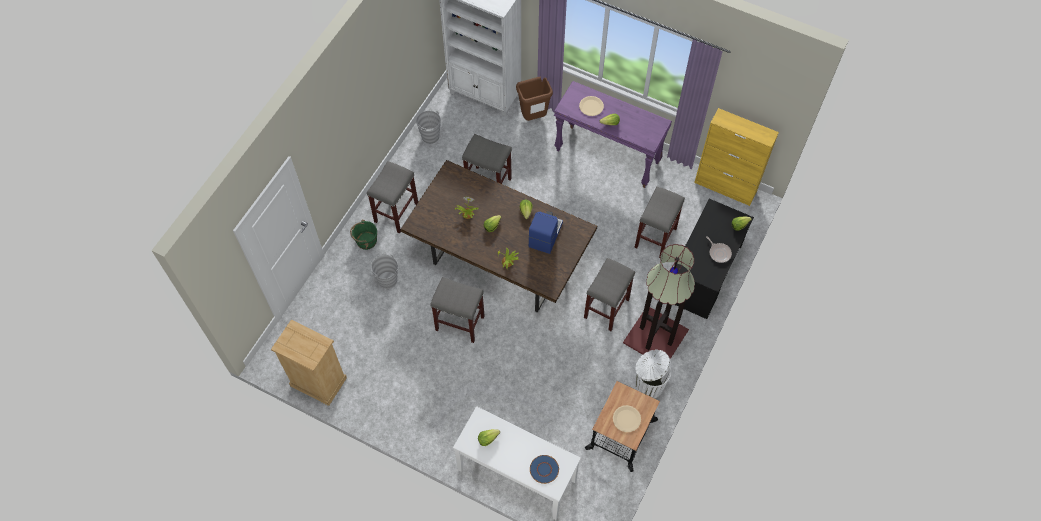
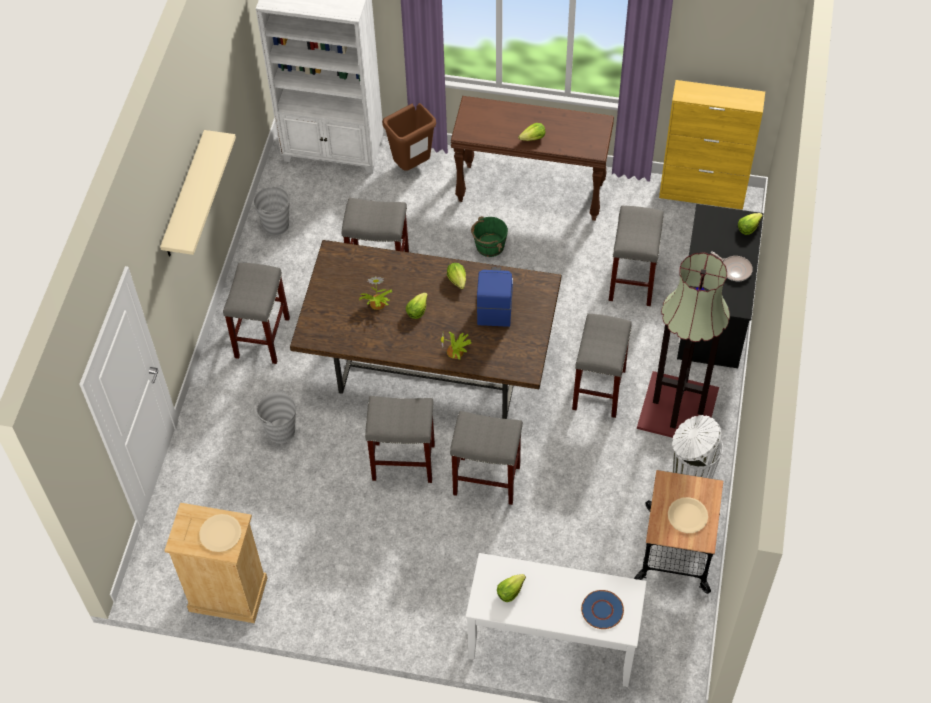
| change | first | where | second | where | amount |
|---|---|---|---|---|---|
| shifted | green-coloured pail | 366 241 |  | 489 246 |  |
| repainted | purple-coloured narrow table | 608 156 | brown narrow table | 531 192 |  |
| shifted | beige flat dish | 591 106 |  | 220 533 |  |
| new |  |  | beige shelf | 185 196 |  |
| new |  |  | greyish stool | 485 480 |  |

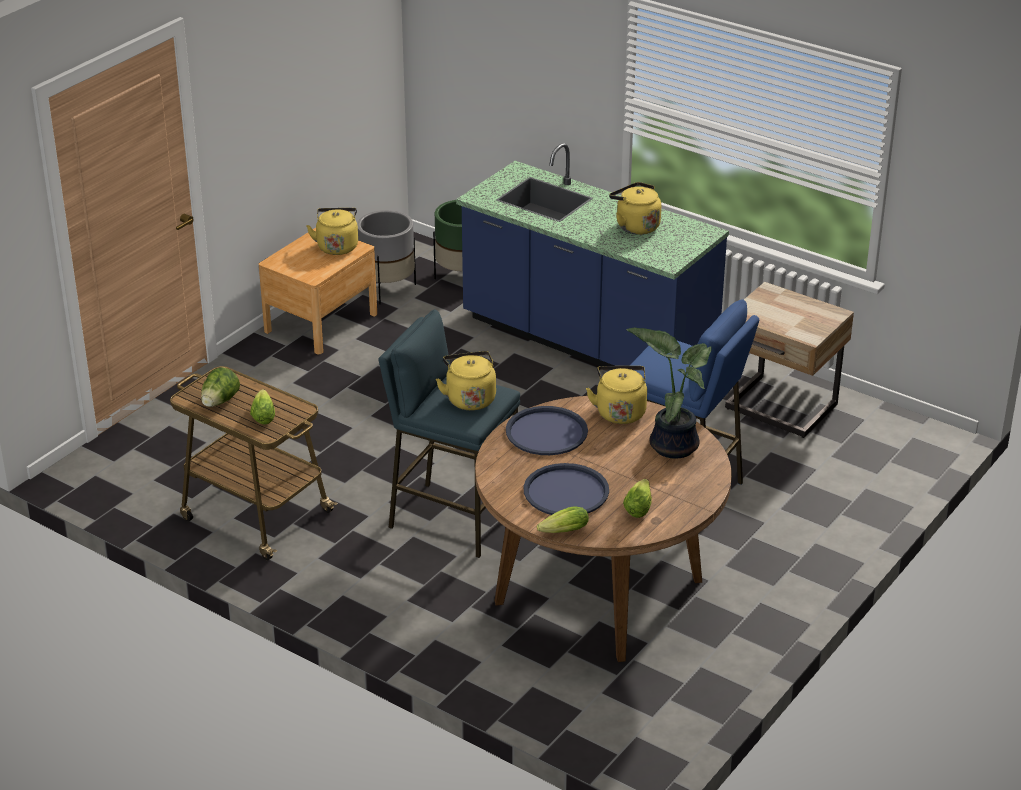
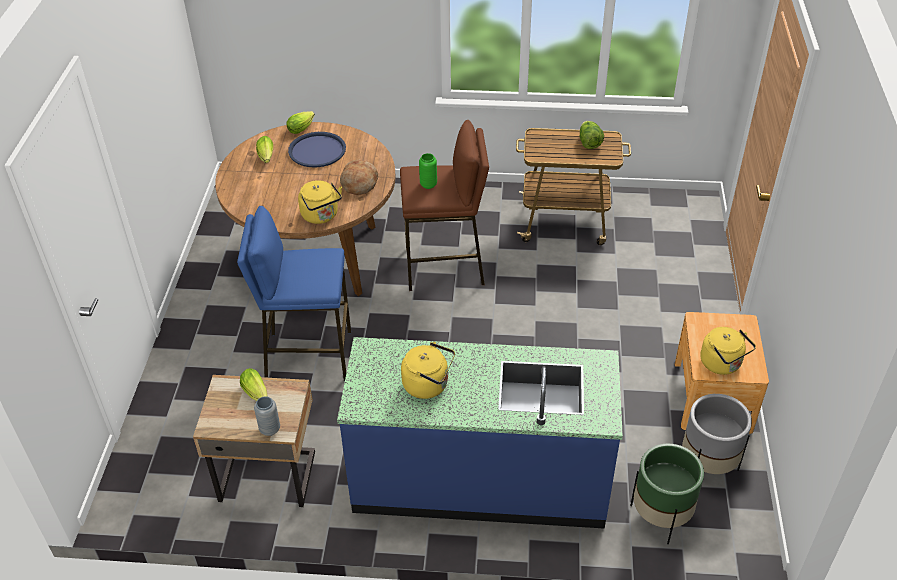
| change | first | where | second | where | amount |
|---|---|---|---|---|---|
| shifted | head of lettuce | 263 414 |  | 256 394 |  |
| repainted | blue-coloured stool | 452 518 | brown stool | 445 267 |  |
| swapped | yellow kettle | 469 398 | green-coloured decorative vase | 428 184 |  |
| swapped | blue-coloured serving tray | 546 432 | baked bread | 359 183 |  |
| gone | potted plant | 672 444 |  |  |  |
| new |  |  | greyish decorative vase | 270 429 |  |

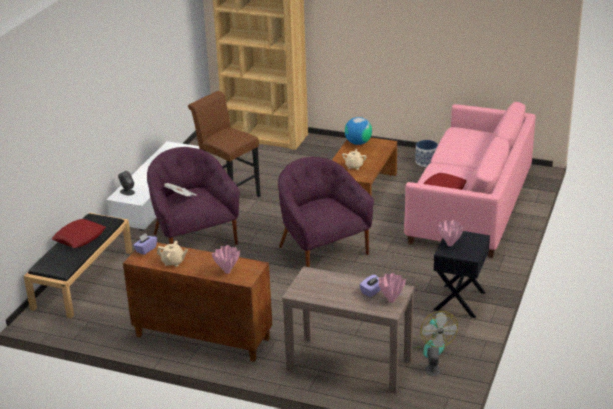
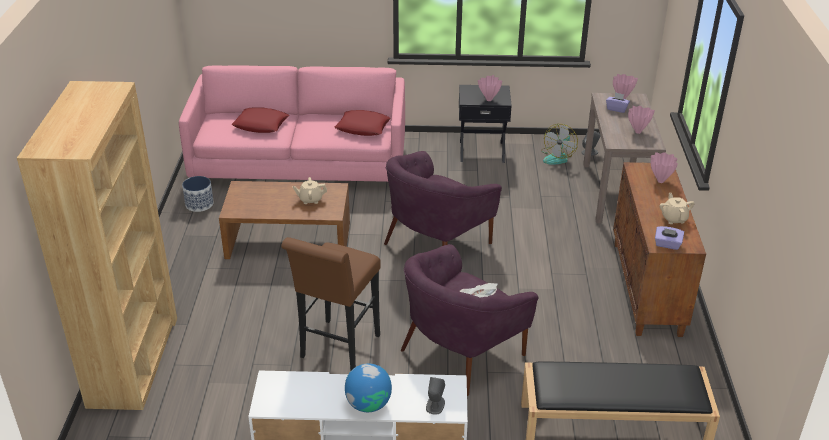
| change | first | where | second | where | amount |
|---|---|---|---|---|---|
| shifted | red-coloured throw pillow | 79 238 |  | 261 125 |  |
| shifted | world globe | 358 143 |  | 368 404 |  |
| rotated | fan | 431 345 |  | 558 157 | 150 degrees clockwise |
| new |  |  | pink decorative vase | 637 132 |  |

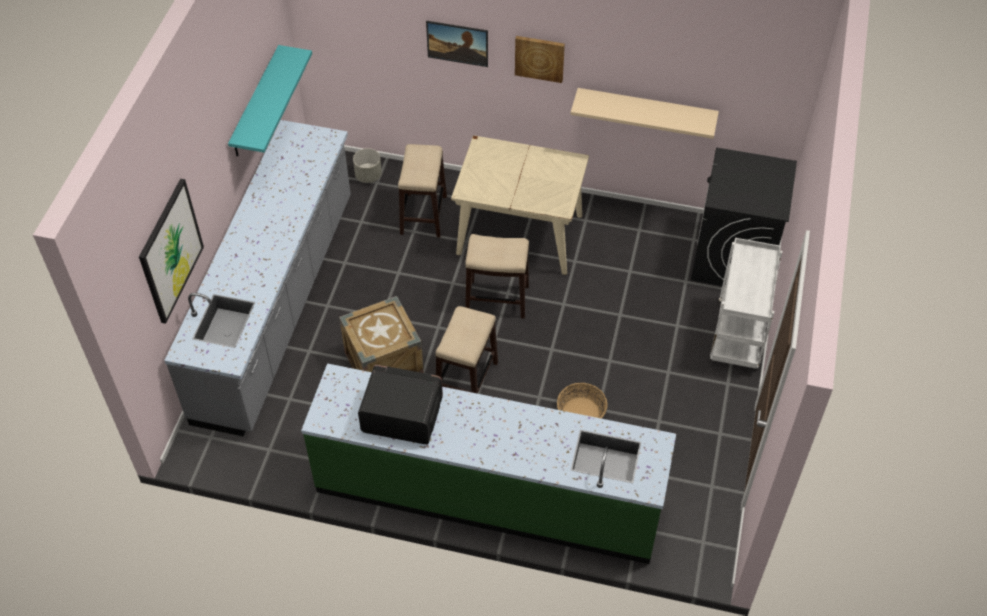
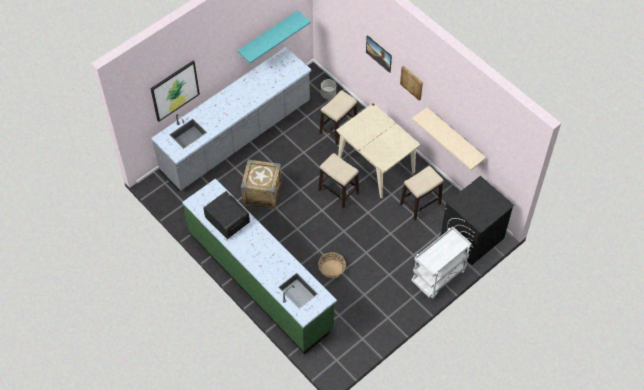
| change | first | where | second | where | amount |
|---|---|---|---|---|---|
| shifted | stool | 466 381 |  | 420 204 |  |

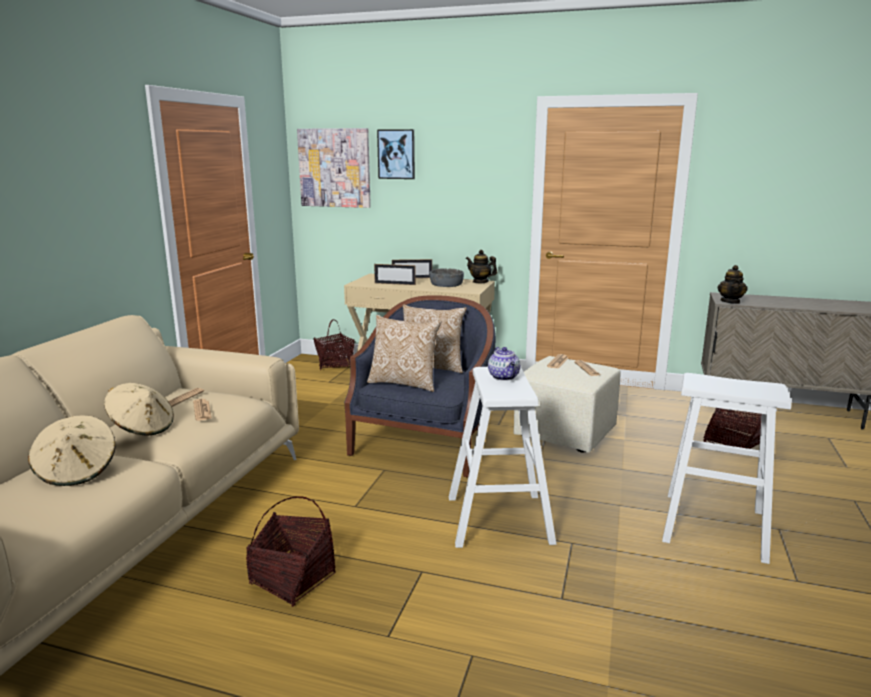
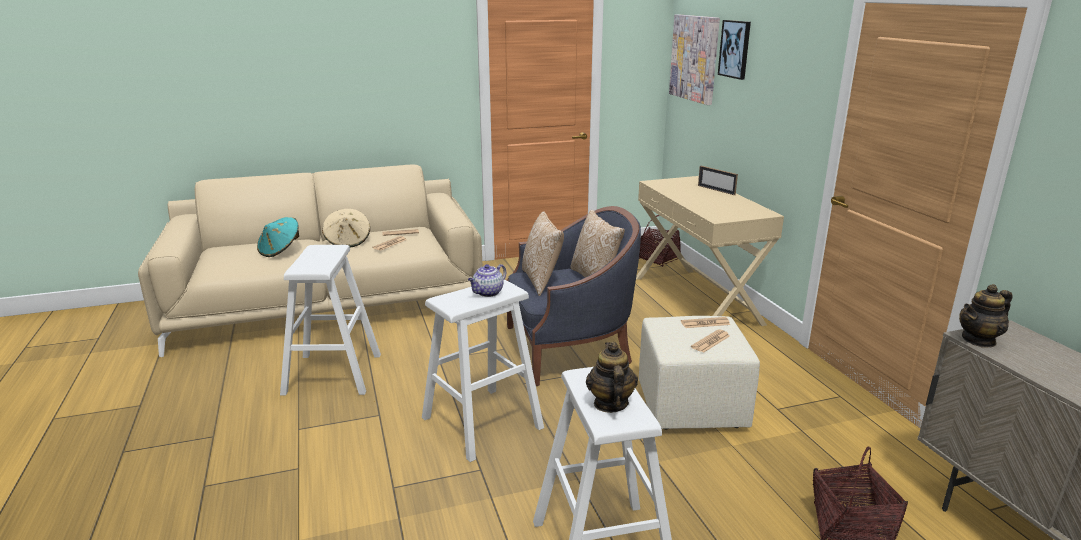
| change | first | where | second | where | amount |
|---|---|---|---|---|---|
| repainted | beige clothing hat | 77 471 | turquoise clothing hat | 280 250 |  |
| swapped | basket | 292 579 | white stool | 333 374 |  |
| gone | picture frame | 395 284 |  |  |  |
| gone | greyish serving bowl | 446 284 |  |  |  |
| shifted | teapot | 480 282 |  | 610 404 |  |

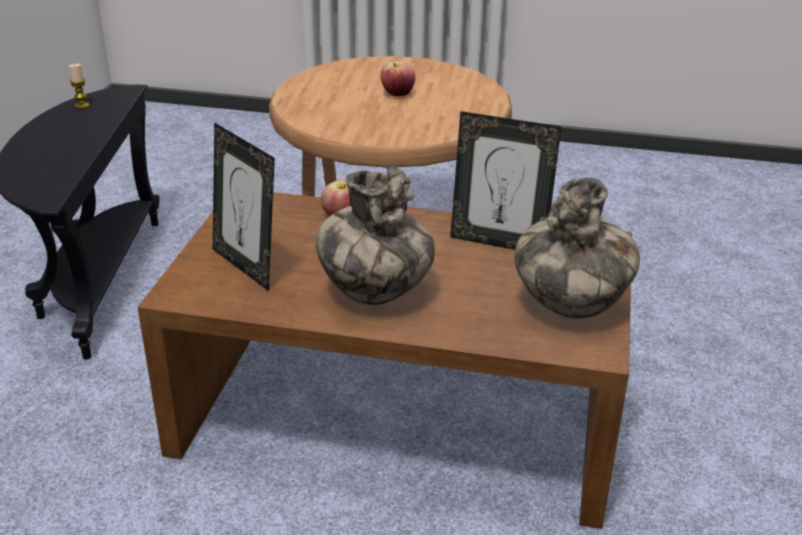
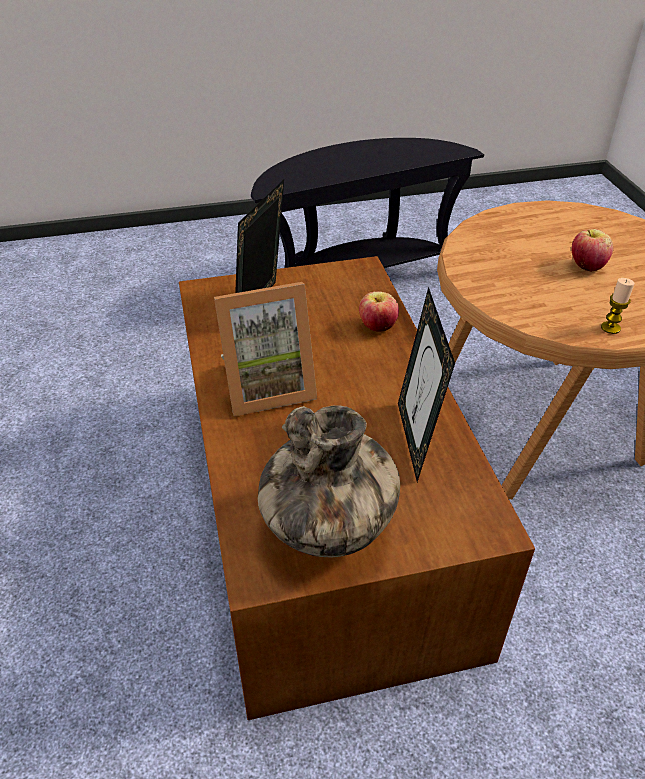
| change | first | where | second | where | amount |
|---|---|---|---|---|---|
| shifted | candle | 82 105 |  | 610 328 |  |
| swapped | decorative vase | 374 293 | picture frame | 267 386 |  |

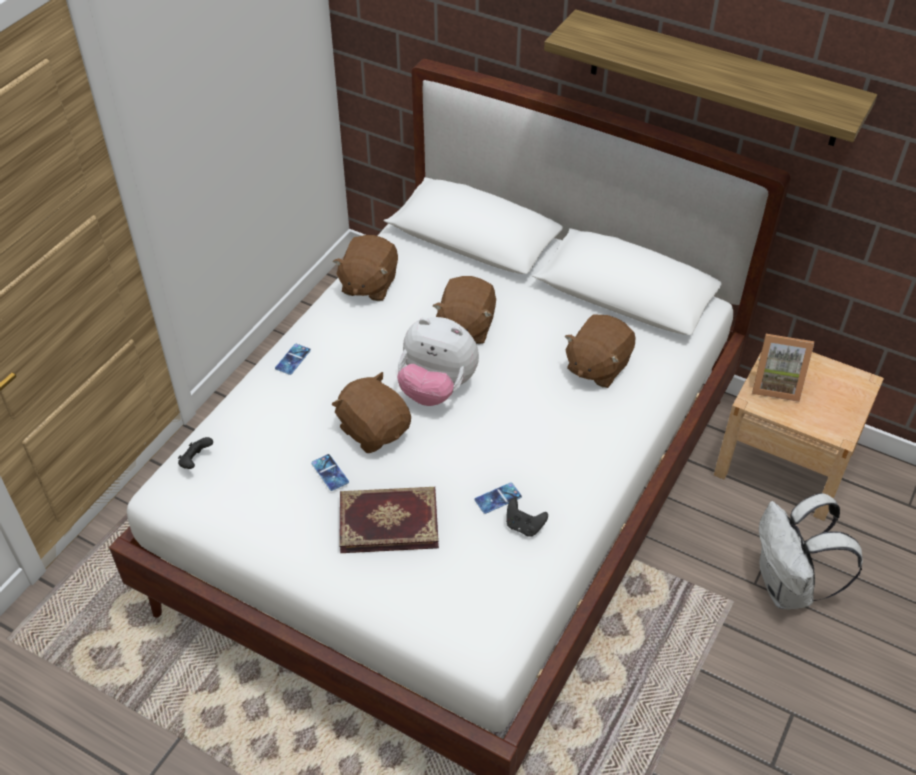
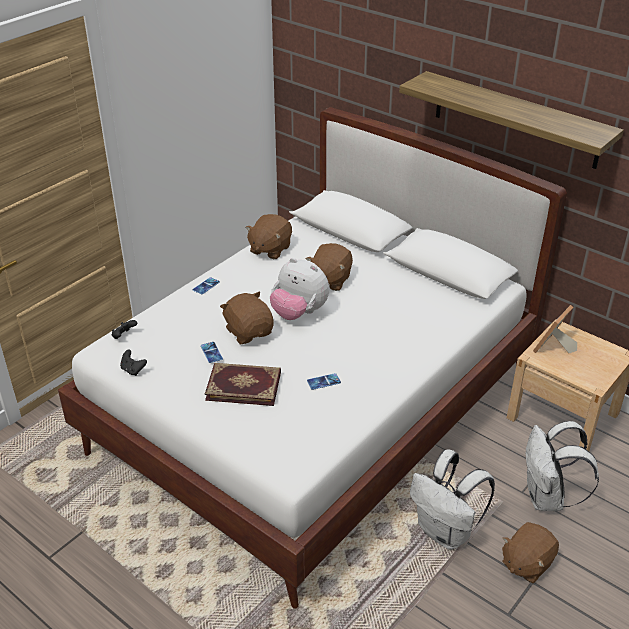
| change | first | where | second | where | amount |
|---|---|---|---|---|---|
| shifted | blackish joypad | 524 526 |  | 133 370 |  |
| shifted | brown soft toy | 597 366 |  | 526 563 |  |
| rotated | picture frame | 776 384 |  | 553 349 | 105 degrees clockwise |
| new |  |  | white knapsack | 446 532 |  |

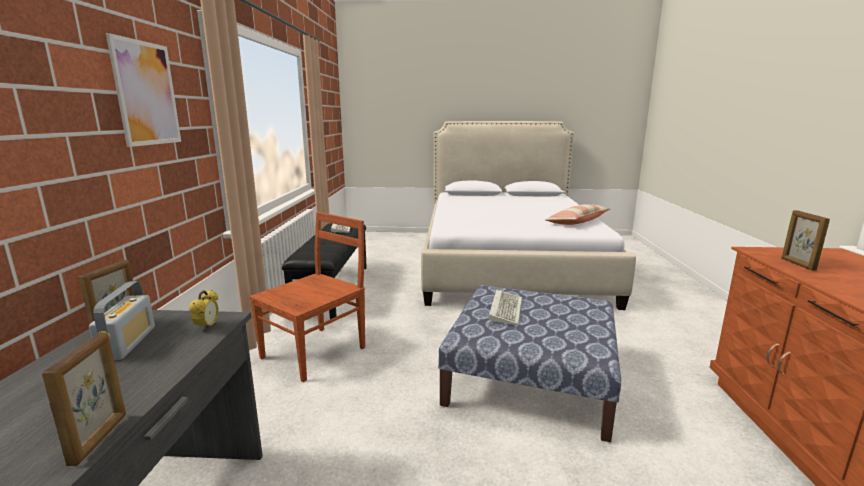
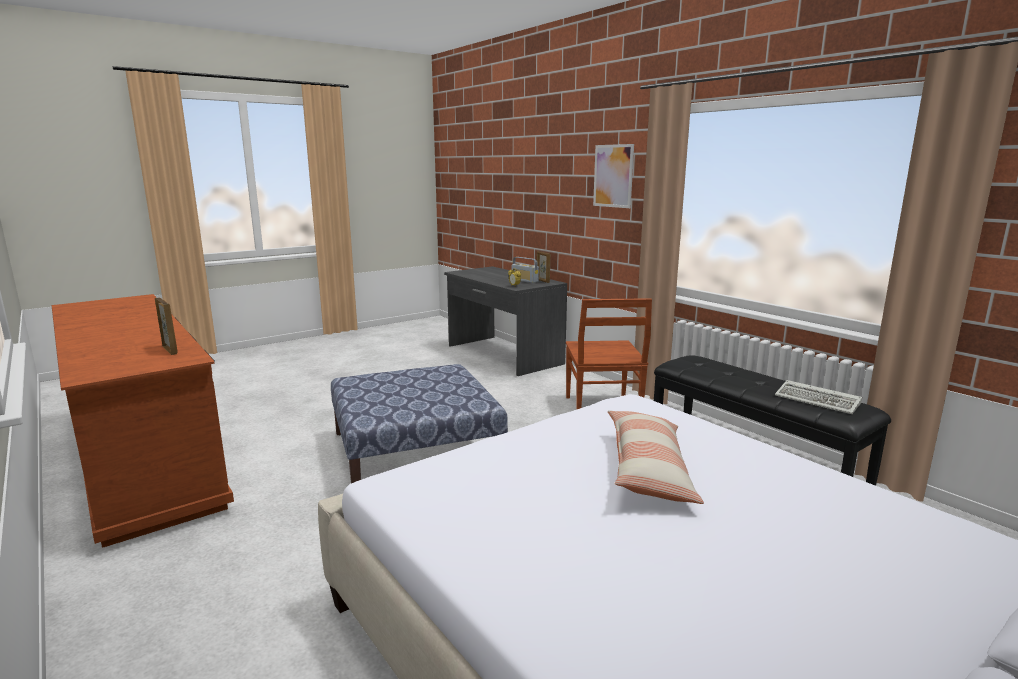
| change | first | where | second | where | amount |
|---|---|---|---|---|---|
| gone | picture frame | 100 438 |  |  |  |
| gone | keyboard | 505 309 |  |  |  |
| shifted | throw pillow | 577 222 |  | 648 469 |  |

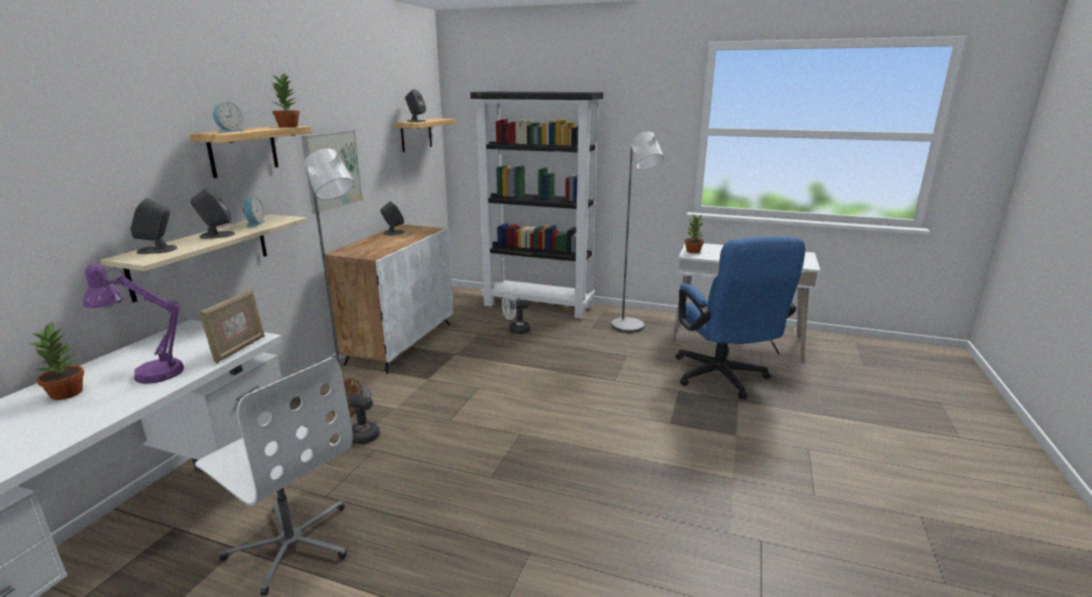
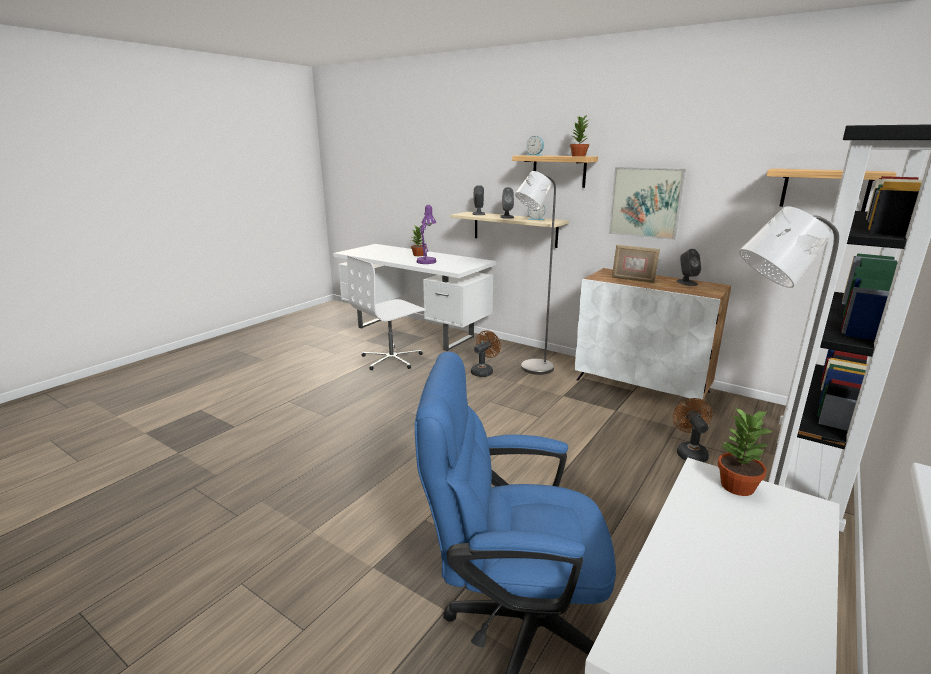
| change | first | where | second | where | amount |
|---|---|---|---|---|---|
| shifted | picture frame | 239 349 |  | 633 280 |  |
| gone | greyish audio speaker | 416 121 |  |  |  |
| repainted | white fan | 516 330 | brown fan | 689 452 |  |

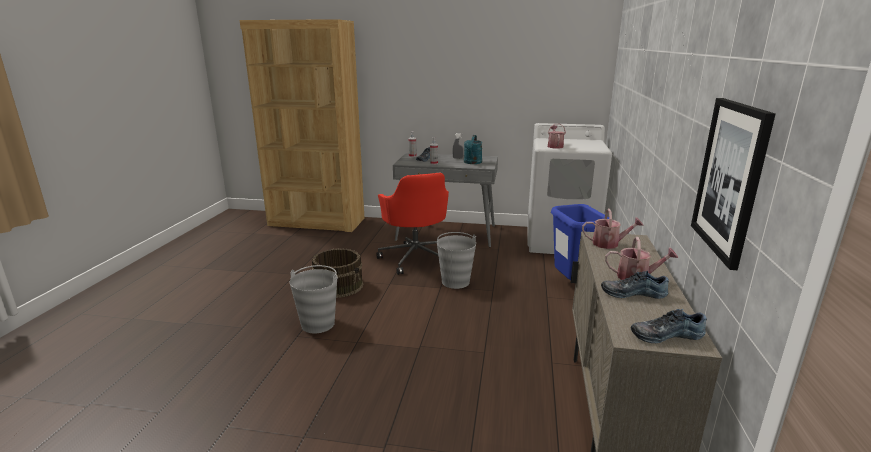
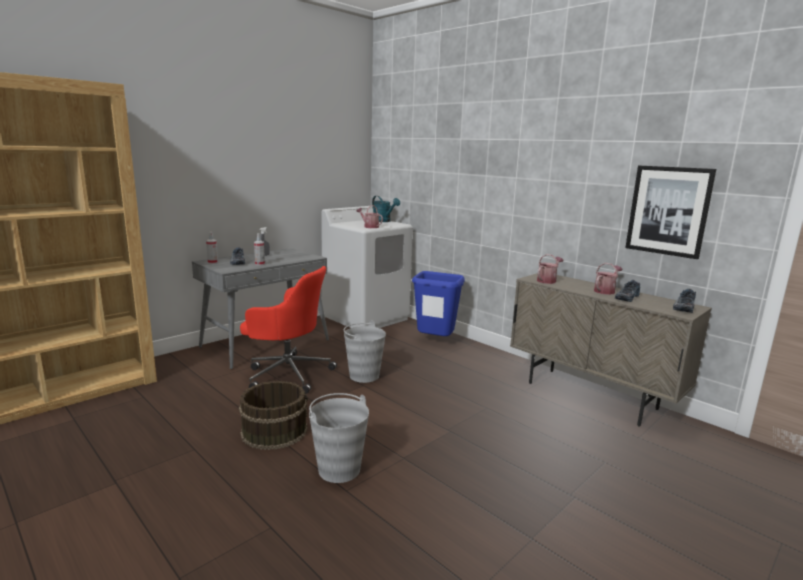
| change | first | where | second | where | amount |
|---|---|---|---|---|---|
| shifted | turquoise watering pot | 472 163 |  | 384 221 |  |

